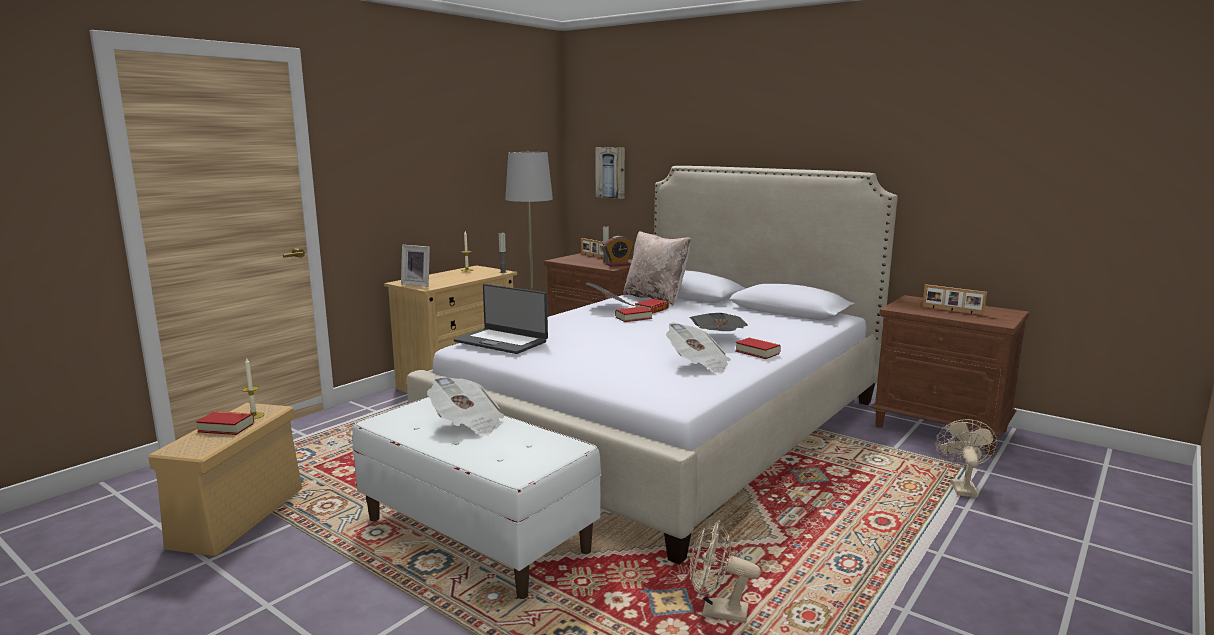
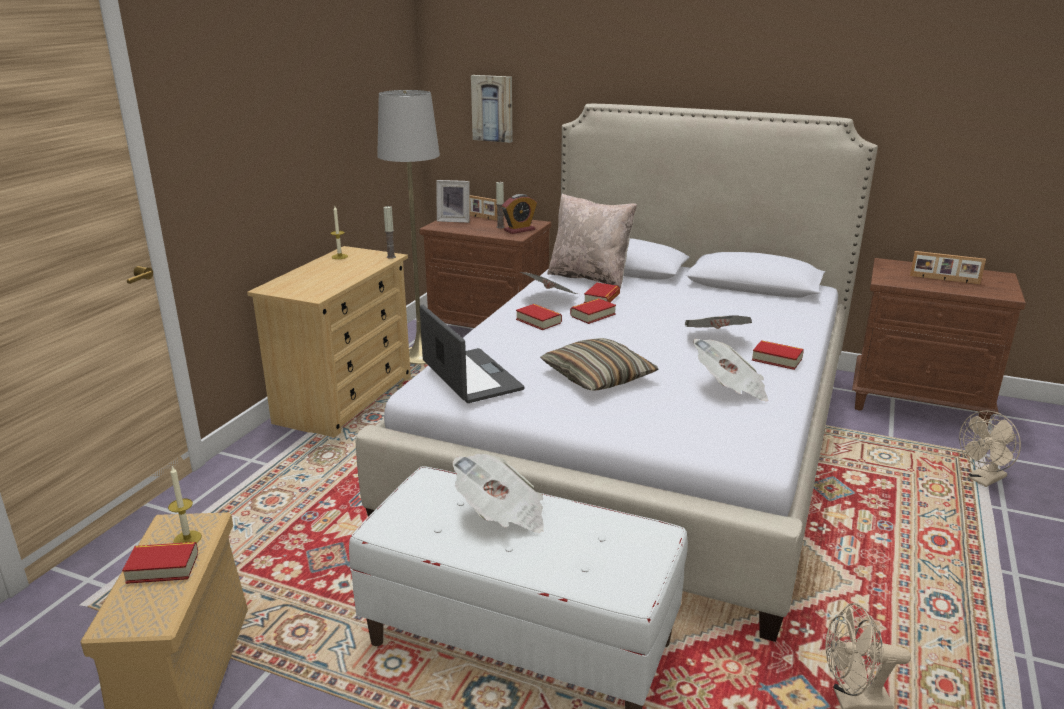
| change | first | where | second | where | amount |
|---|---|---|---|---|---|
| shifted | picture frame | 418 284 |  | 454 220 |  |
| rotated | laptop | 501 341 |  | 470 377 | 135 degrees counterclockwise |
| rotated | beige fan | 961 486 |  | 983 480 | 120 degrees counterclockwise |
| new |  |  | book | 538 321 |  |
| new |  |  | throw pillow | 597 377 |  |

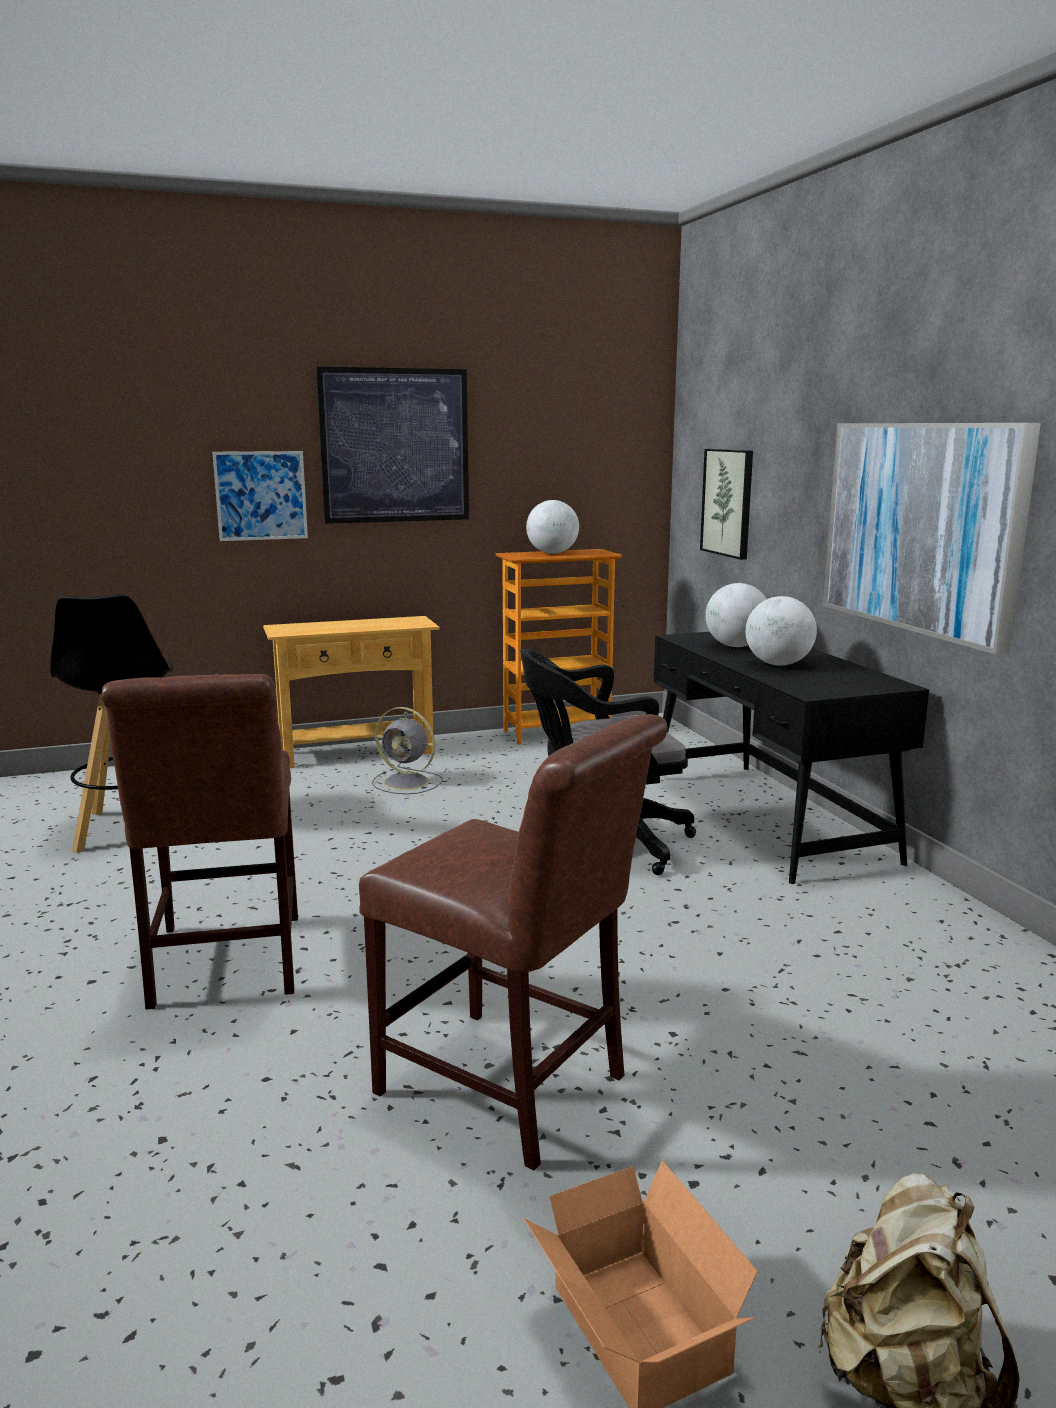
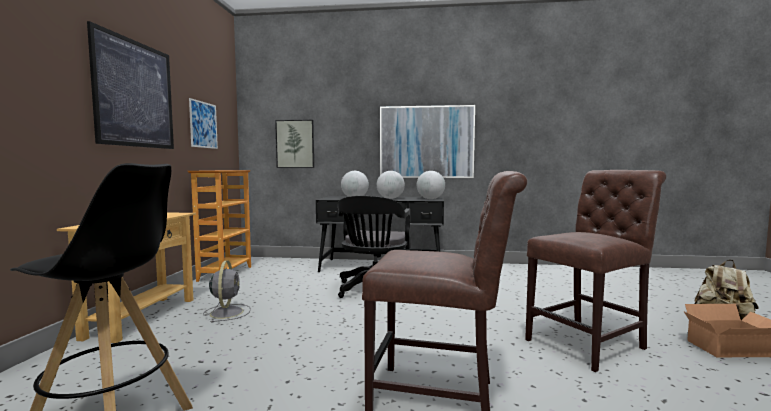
| change | first | where | second | where | amount |
|---|---|---|---|---|---|
| shifted | wall picture | 261 495 |  | 203 125 |  |
| rotated | greyish fan | 408 782 |  | 227 312 | 60 degrees counterclockwise |
| shifted | world globe | 552 553 |  | 430 199 |  |

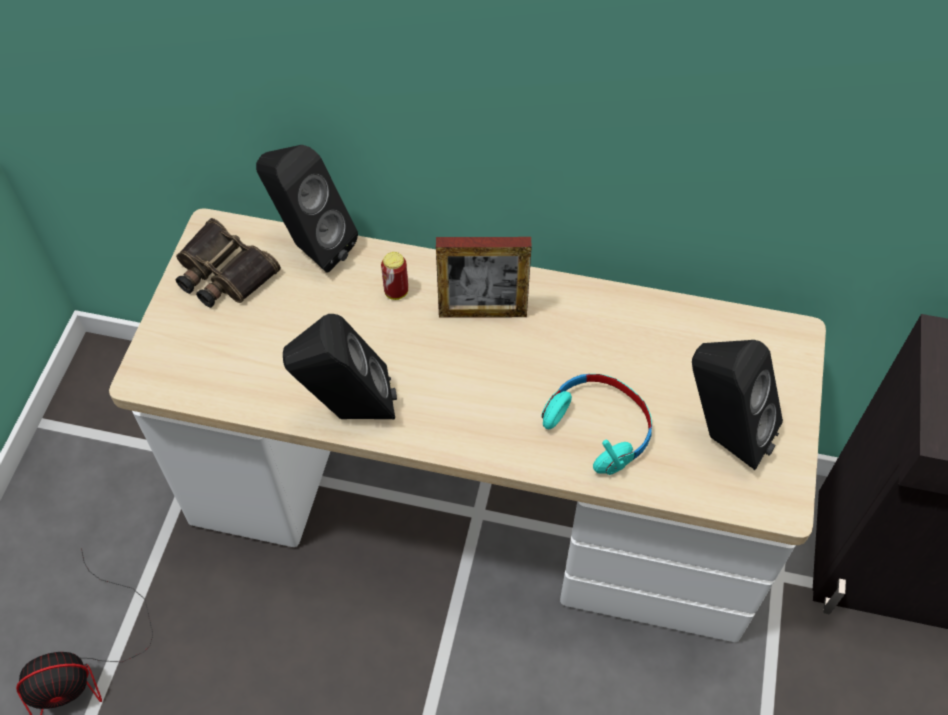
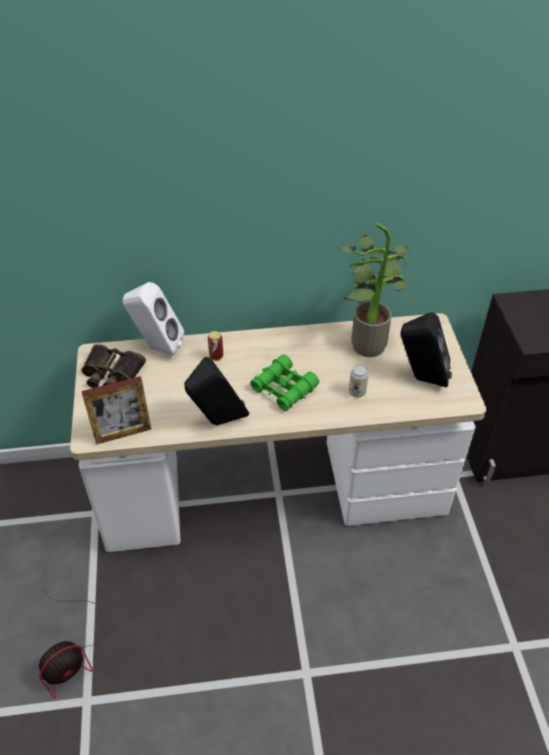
| change | first | where | second | where | amount |
|---|---|---|---|---|---|
| repainted | blackish audio speaker | 311 247 | white audio speaker | 157 348 |  |
| shifted | picture frame | 482 312 |  | 123 434 |  |
| swapped | turquoise headset | 598 428 | metal can | 357 392 |  |
| new |  |  | green-coloured binoculars | 284 388 |  |
| new |  |  | potted plant | 367 342 |  |

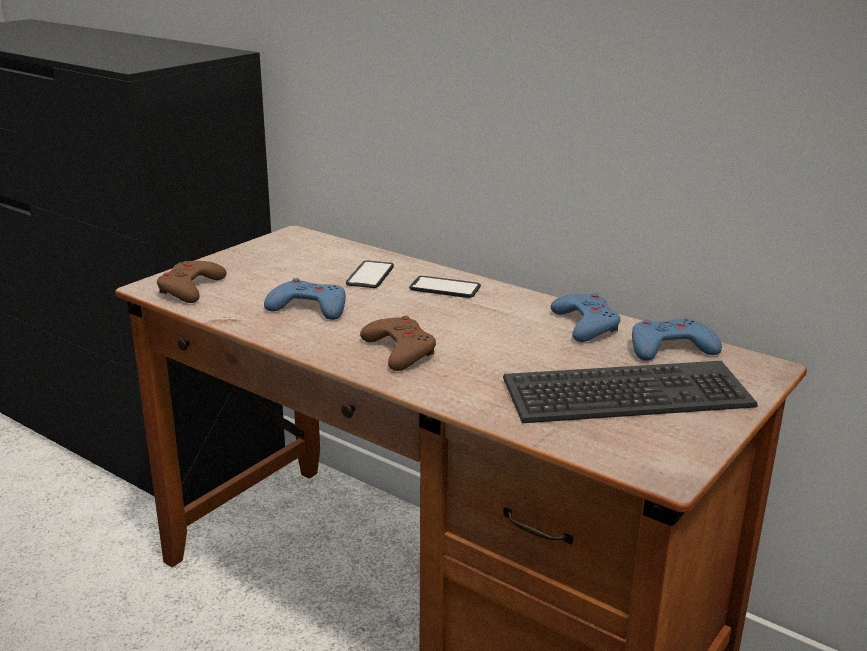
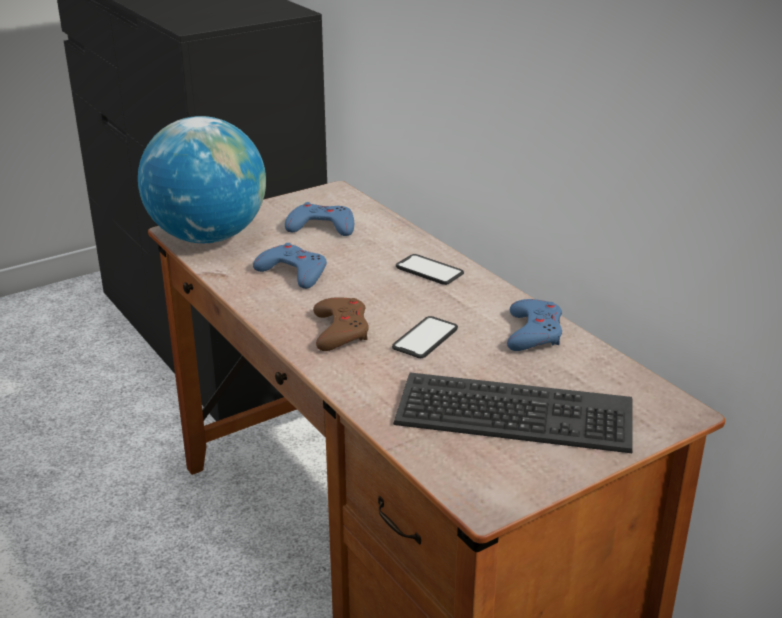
| change | first | where | second | where | amount |
|---|---|---|---|---|---|
| swapped | brown joypad | 190 288 | world globe | 208 237 |  |
| shifted | handset | 370 275 |  | 425 338 |  |
| shifted | blue-coloured joypad | 670 348 |  | 321 226 |  |

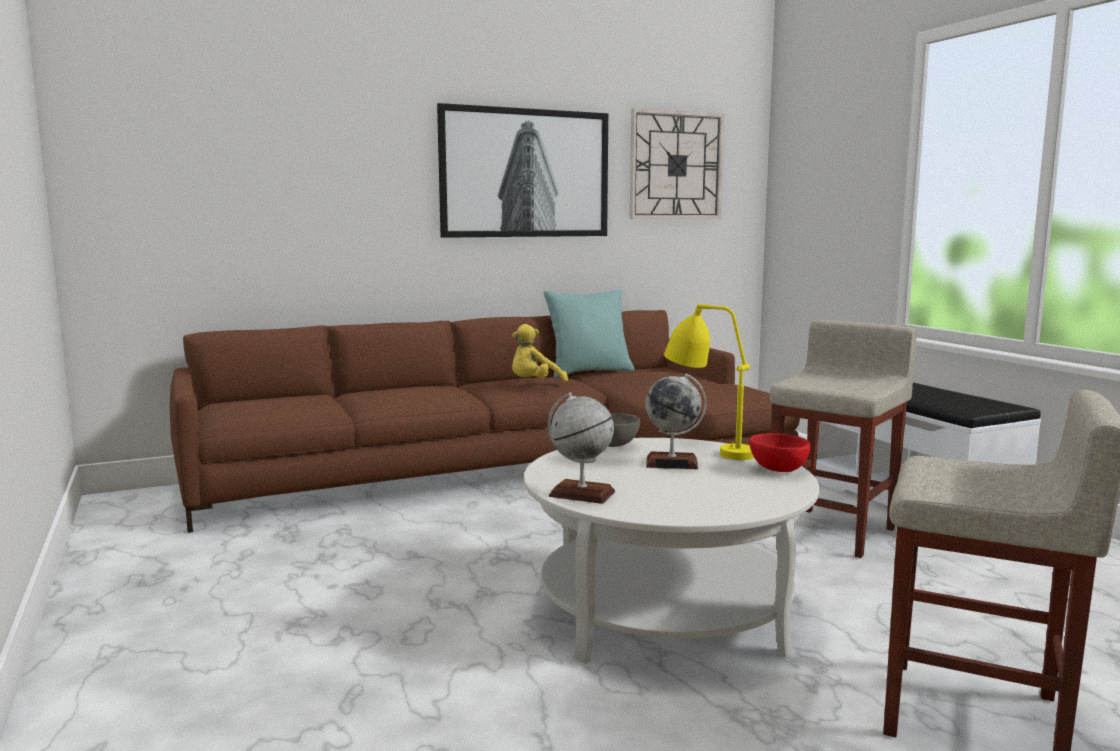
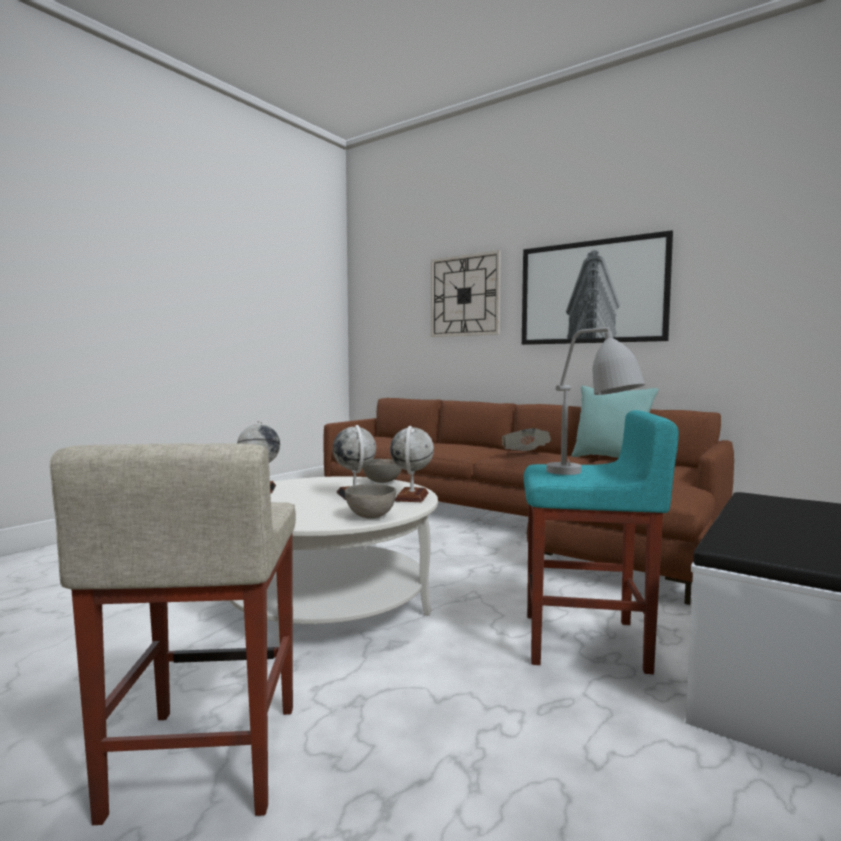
| change | first | where | second | where | amount |
|---|---|---|---|---|---|
| swapped | yellow soft toy | 534 384 | printed paper | 525 454 |  |
| shifted | clock on the wall | 676 165 |  | 465 296 |  |
| swapped | yellow tabletop lamp | 705 447 | world globe | 411 497 |  |
| repainted | red-coloured serving bowl | 779 470 | greyish serving bowl | 370 516 |  |
| repainted | beige stool | 833 531 | turquoise stool | 586 642 |  |
| new |  |  | greyish tabletop lamp | 592 478 |  |

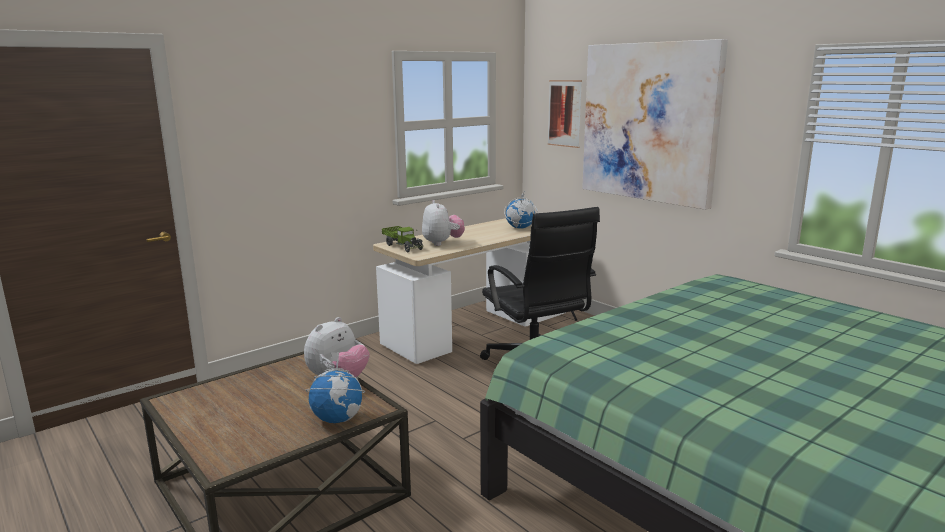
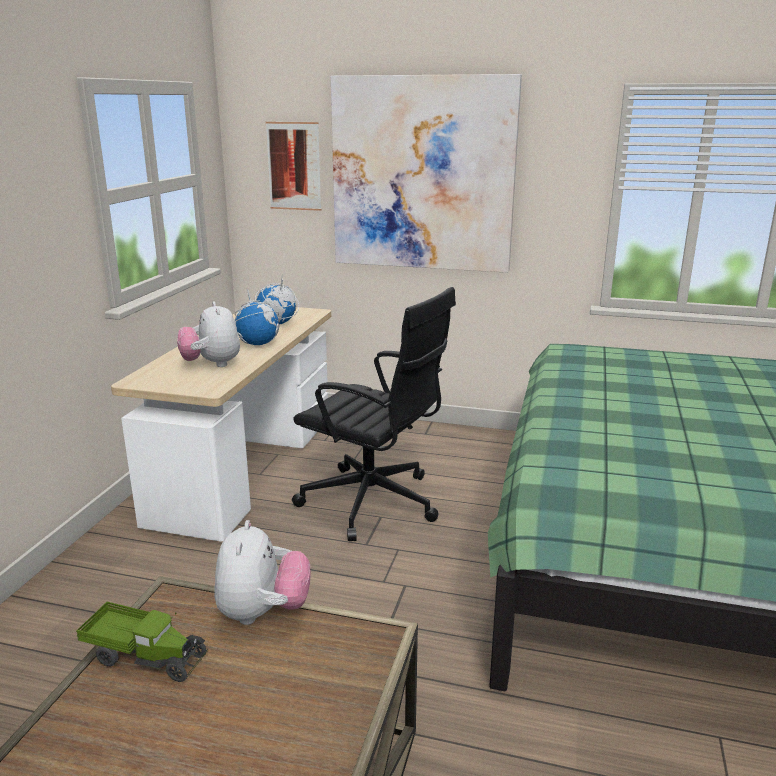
| change | first | where | second | where | amount |
|---|---|---|---|---|---|
| shifted | world globe | 338 419 |  | 258 344 |  |
| shifted | model truck | 403 246 |  | 146 656 |  |
| rotated | soft toy | 442 243 |  | 212 364 | 150 degrees counterclockwise |

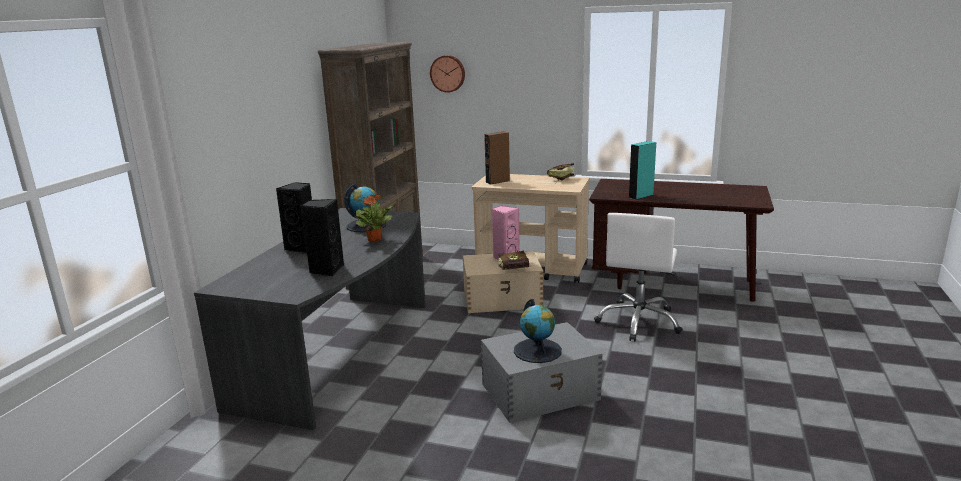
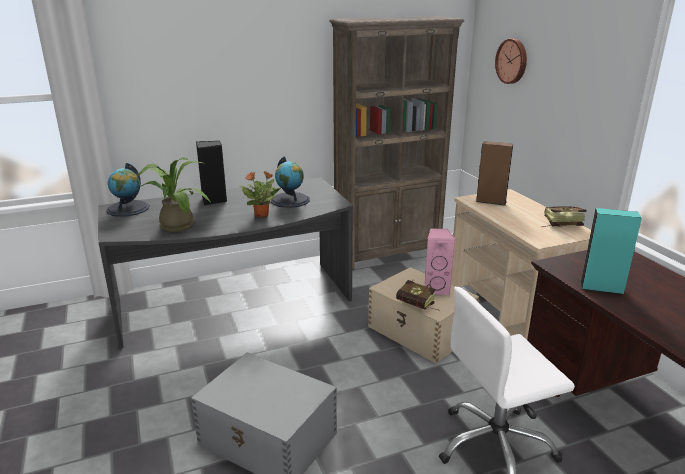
| change | first | where | second | where | amount |
|---|---|---|---|---|---|
| swapped | blackish audio speaker | 326 270 | potted plant | 175 224 |  |
| shifted | world globe | 537 350 |  | 128 208 |  |

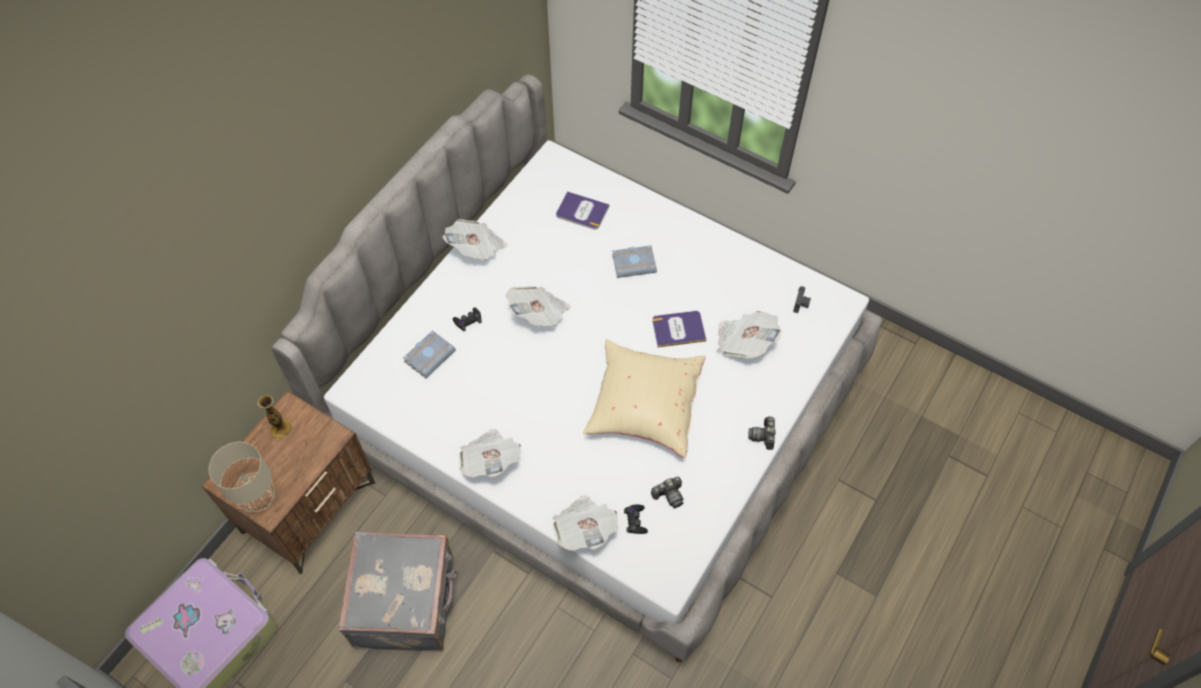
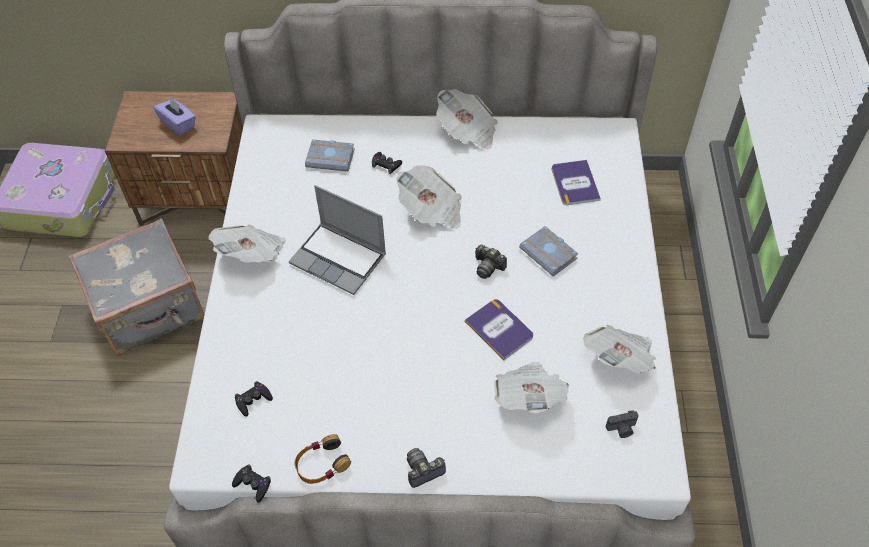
| change | first | where | second | where | amount |
|---|---|---|---|---|---|
| gone | beige tabletop lamp | 259 499 |  |  |  |
| gone | decorative vase | 281 429 |  |  |  |
| shifted | printed paper | 585 529 |  | 620 358 |  |
| gone | beige throw pillow | 644 406 |  |  |  |
| shifted | photo camera | 669 495 |  | 488 267 |  |
| new |  |  | purple-coloured box of tissues | 178 124 |  |
| new |  |  | blackish joypad | 253 484 |  |
| new |  |  | laptop | 340 259 |  |
| new |  |  | headset | 322 464 |  |

